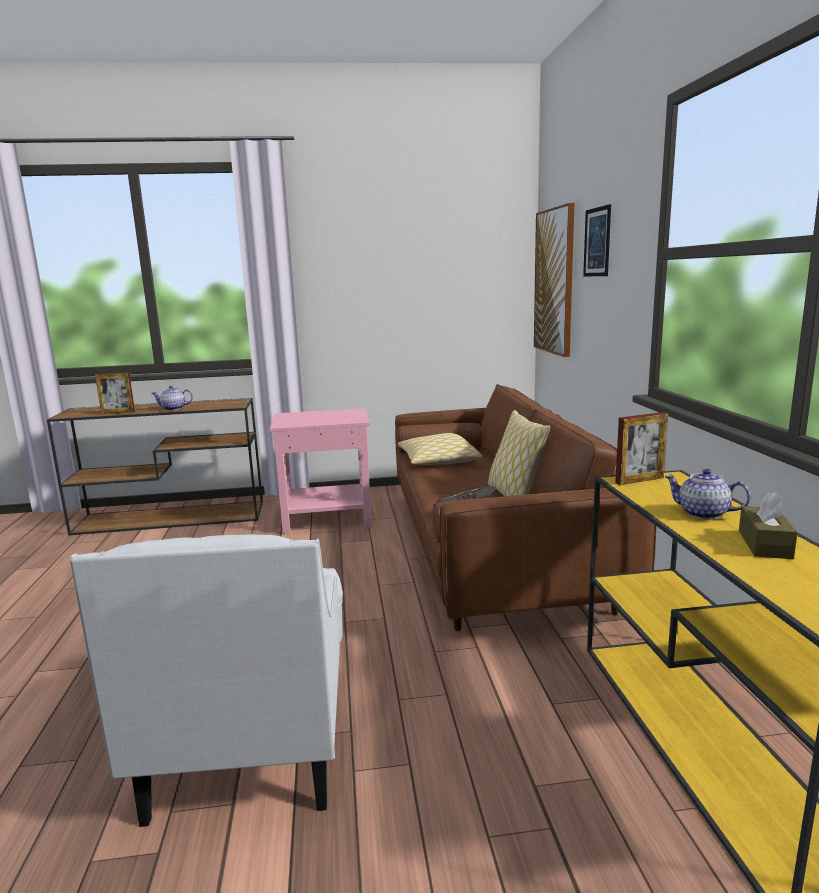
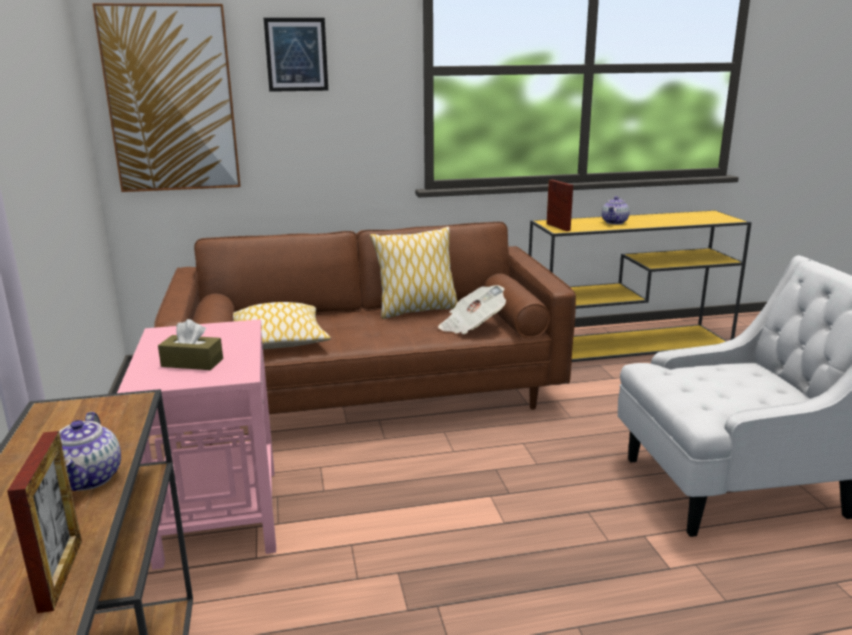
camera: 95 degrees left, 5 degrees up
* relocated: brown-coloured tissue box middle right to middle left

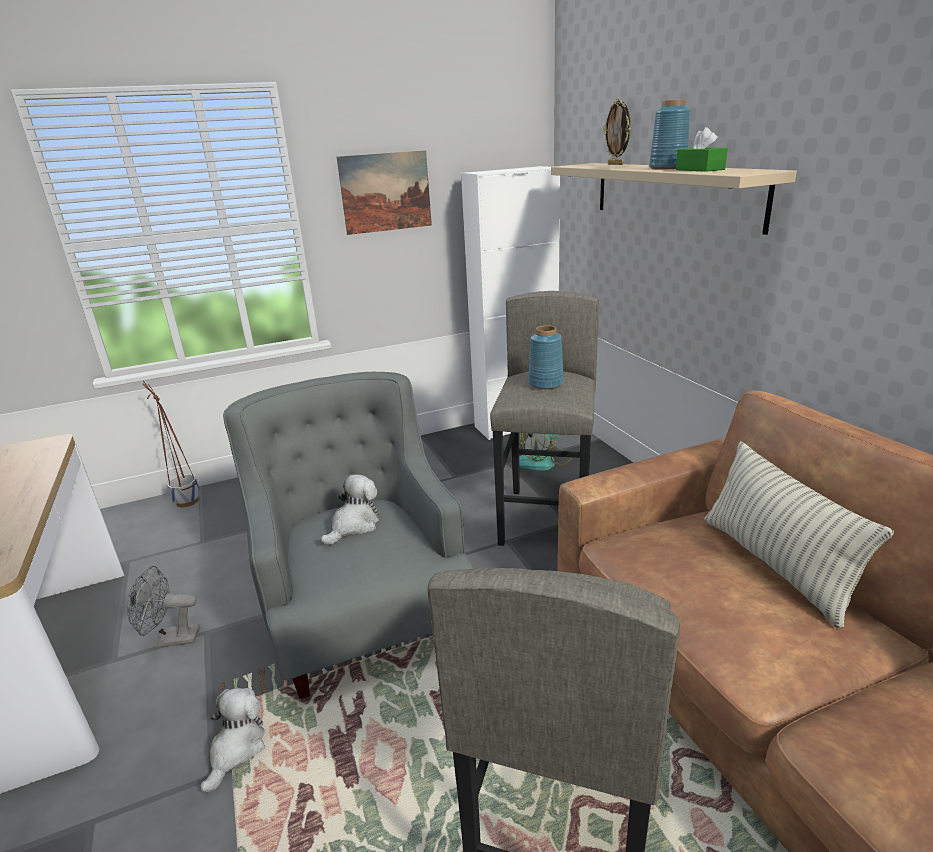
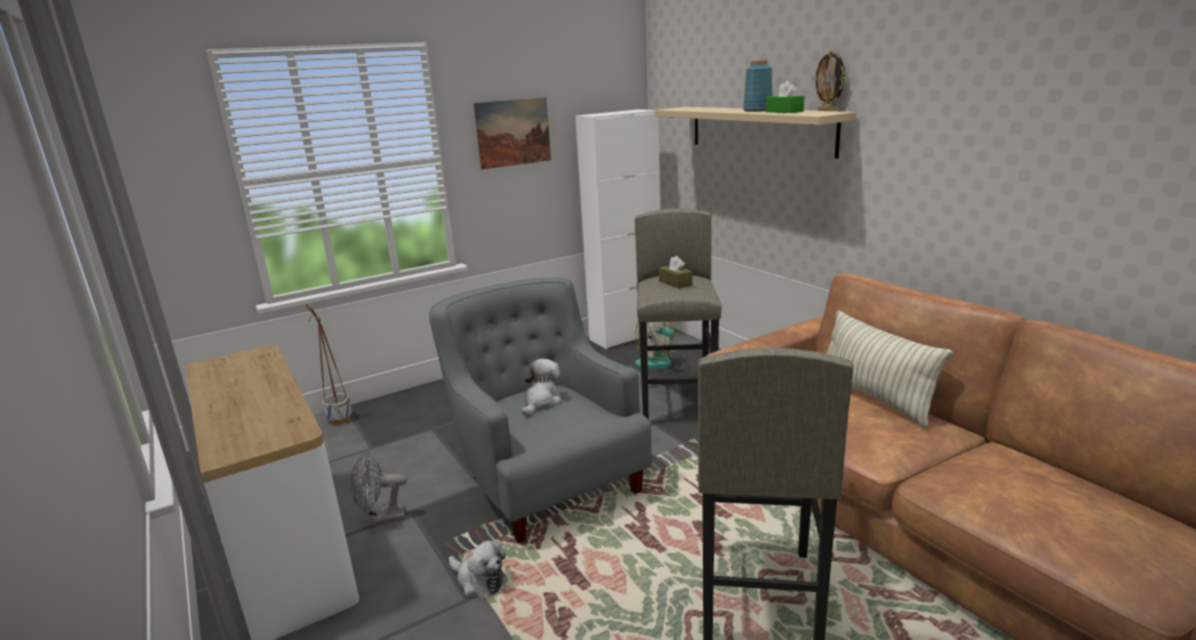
camera: 10 degrees left, 5 degrees down
* relocated: photo frame top centre to top right
* exchanged: blue-coloured vase (no. 1 from left) centre to brown-coloured tissue box centre
* spun: soft toy (no. 1 from left) bottom left = bottom centre 120 degrees clockwise

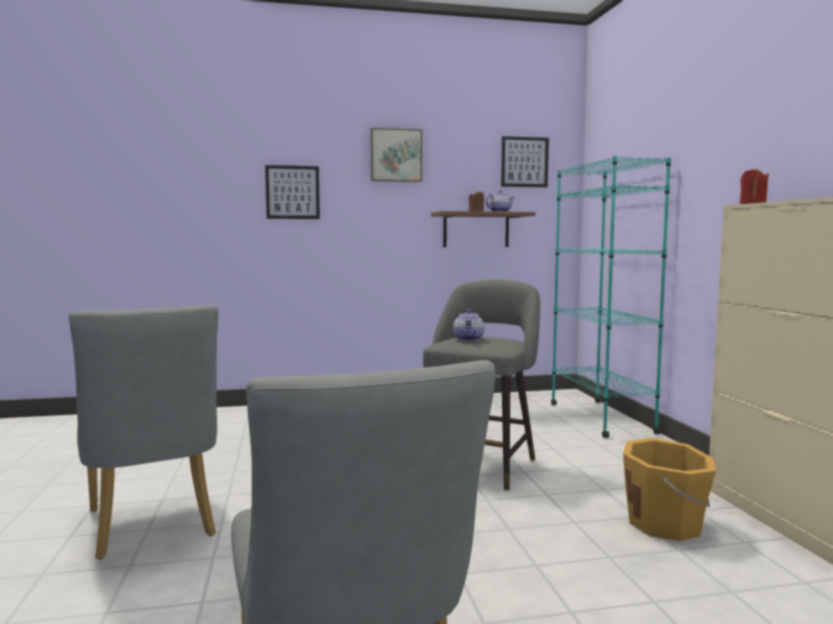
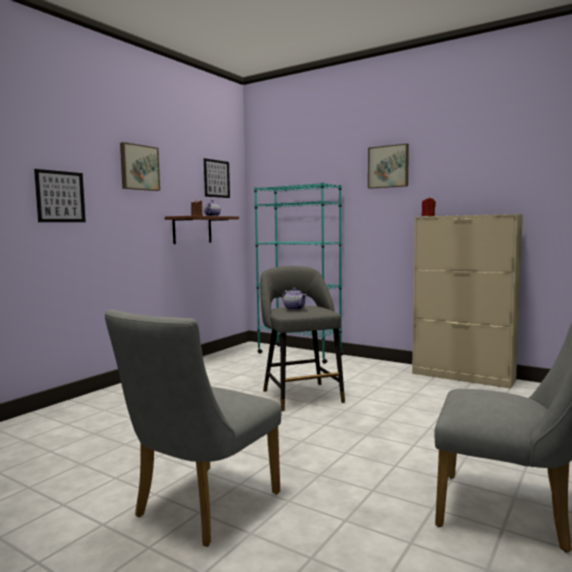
camera: 45 degrees left, 0 degrees up
* spun: gray plain chair (no. 1 from left) bottom left = bottom centre 105 degrees clockwise
* missing: orange-coloured bucket bottom right
* appeared: wall art (no. 4 from left) top right

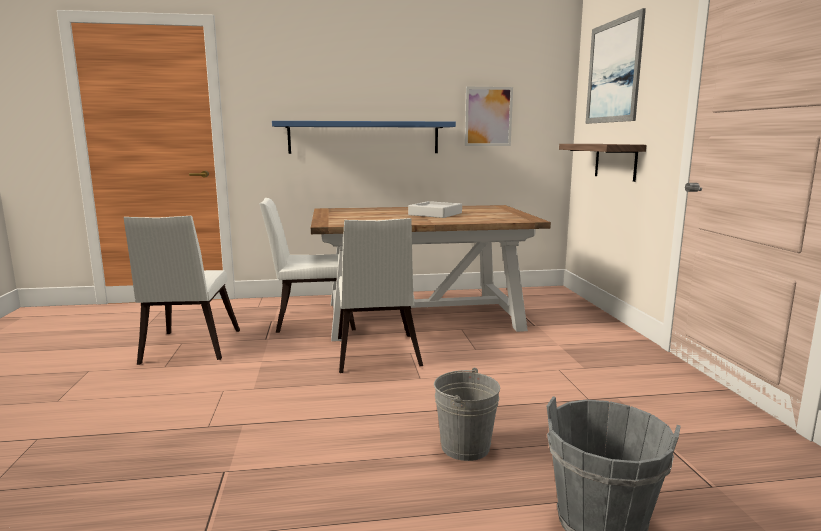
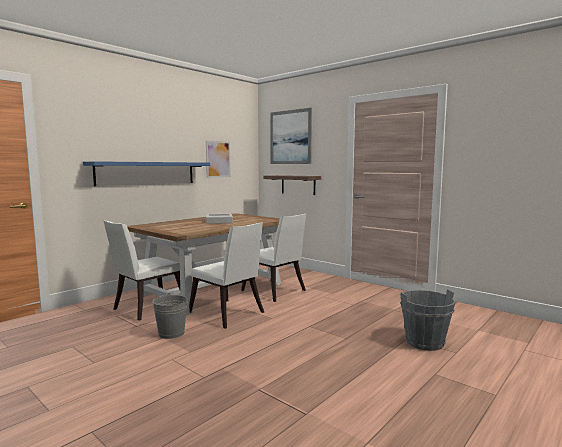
camera: 40 degrees left, 5 degrees down
* relocated: white-coloured plain chair (no. 1 from left in the first image) middle left to white-coloured plain chair (no. 3 from left) centre
* relocated: gray bucket (no. 1 from left) bottom centre to bottom left

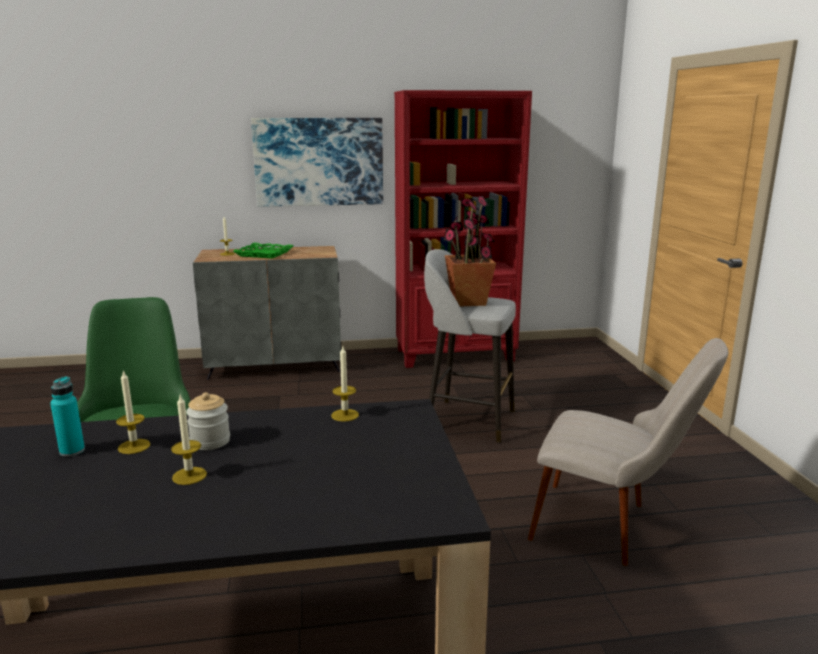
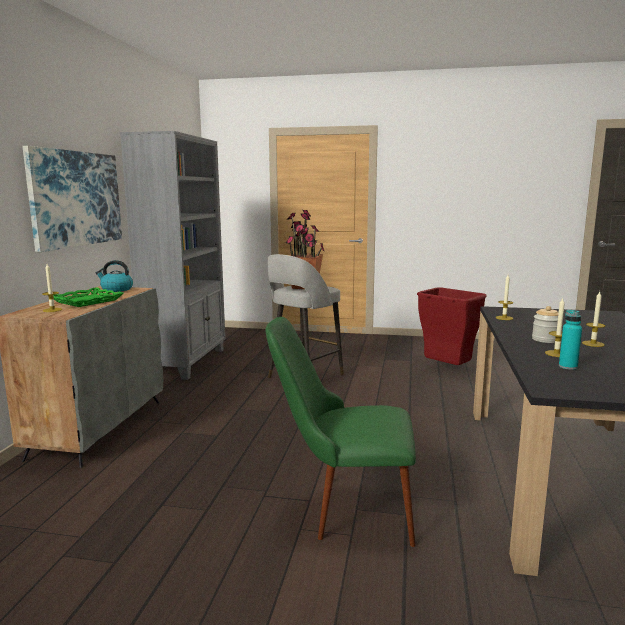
camera: 70 degrees left, 5 degrees down
* colour: red bookcase centre to gray bookcase middle left
* exchanged: beige plain chair bottom right to red waste bin middle right
* appeared: water kettle middle left

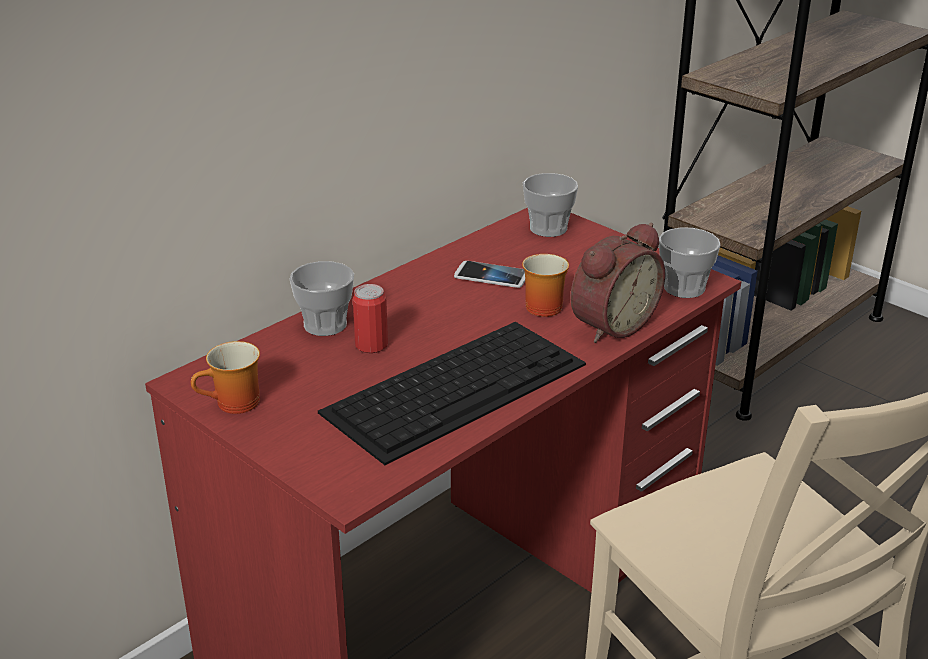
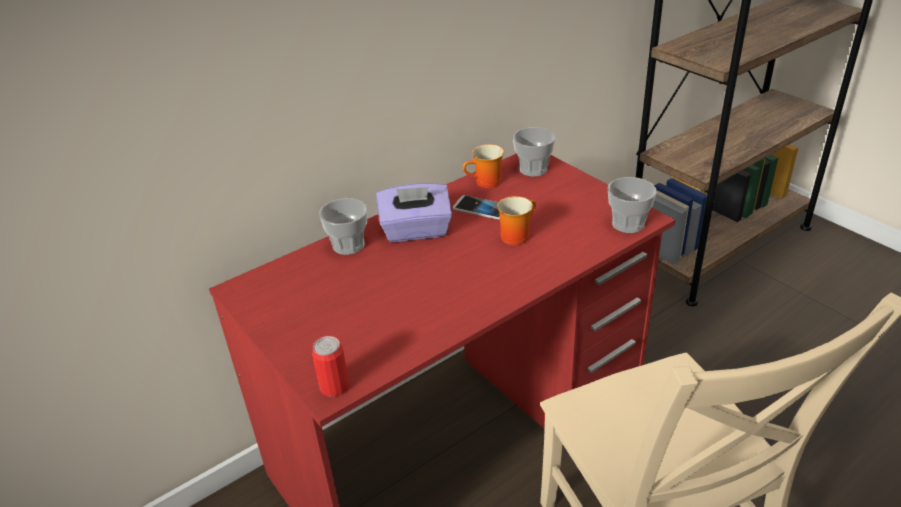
camera: 10 degrees right, 5 degrees up
* missing: table clock centre
* relocated: can centre to bottom centre
* missing: computer keyboard centre
* relocated: coffee mug (no. 1 from left) middle left to top centre
* appeared: purple tissue box centre

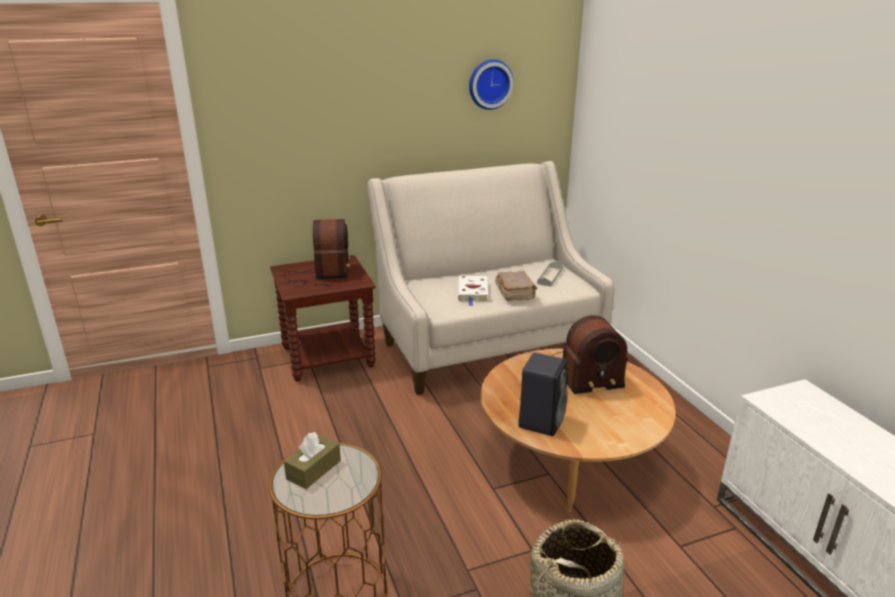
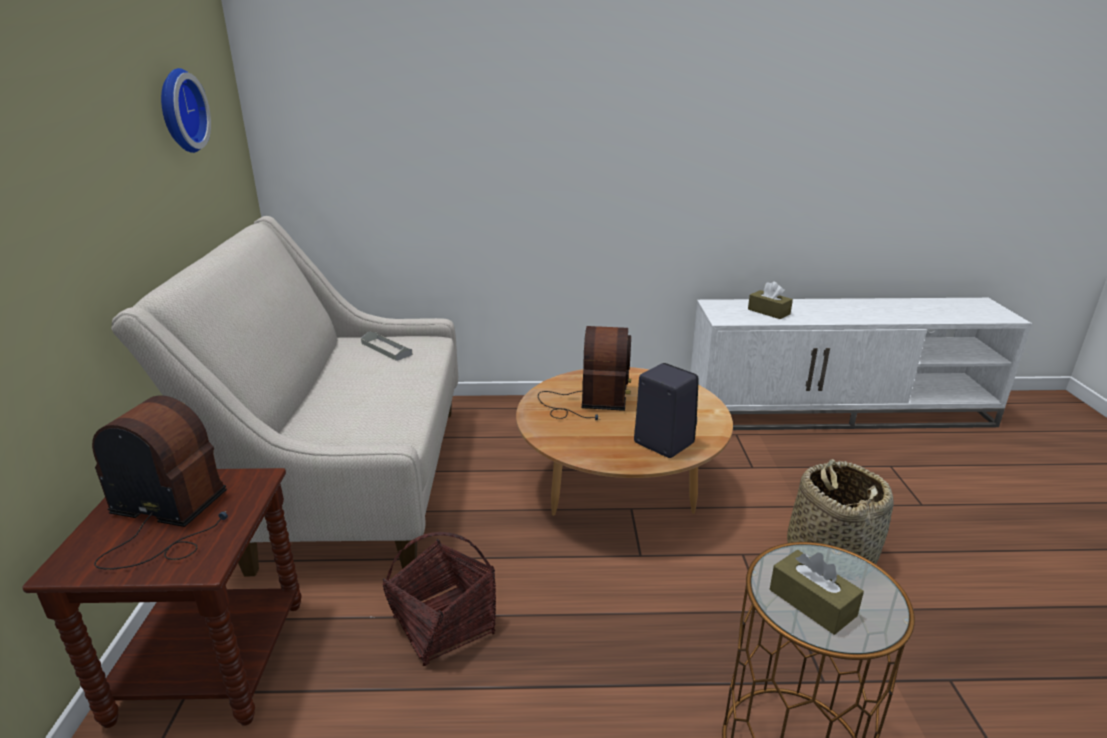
camera: 70 degrees left, 0 degrees up
* missing: brown-coloured bound book centre
* missing: white-coloured bound book centre
* appeared: brown-coloured tissue box (no. 1 from left) middle right
* appeared: household basket (no. 1 from left) bottom centre

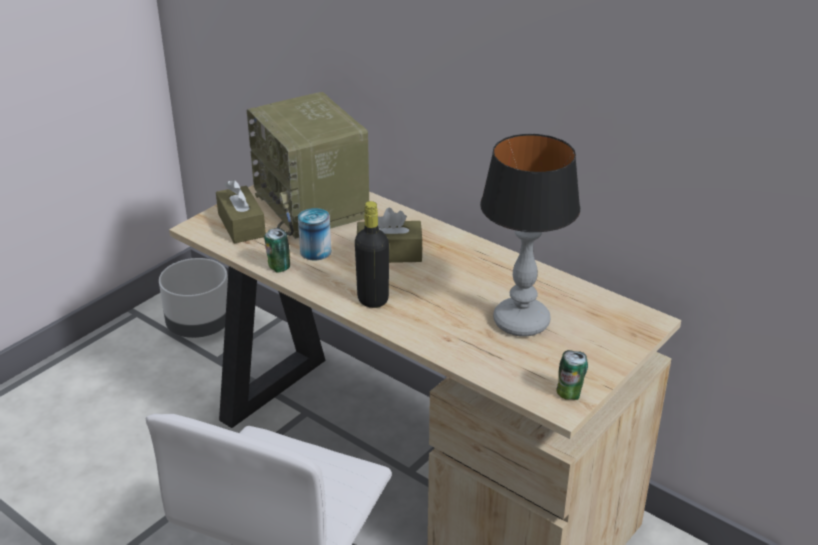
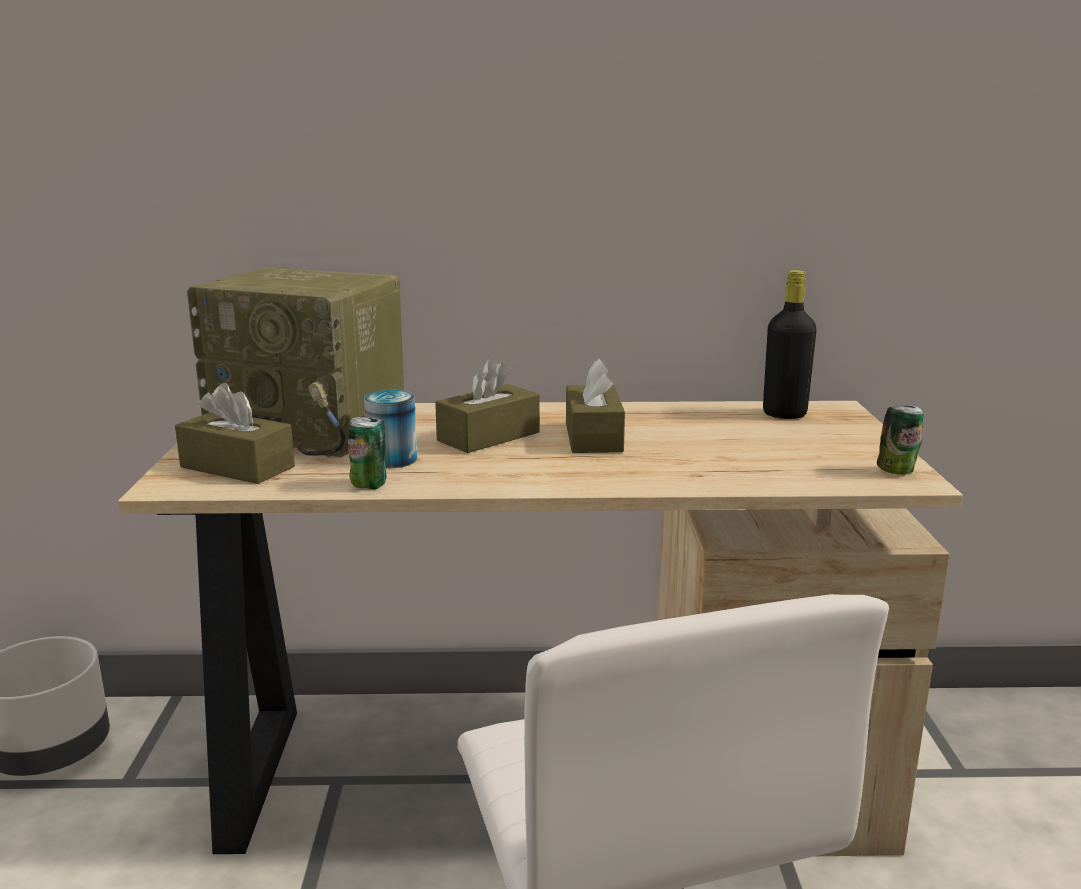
camera: 40 degrees left, 15 degrees down
* missing: tabletop lamp centre
* relocated: blackish beverage bottle centre to middle right
* appeared: brown-coloured tissue box (no. 3 from left) centre

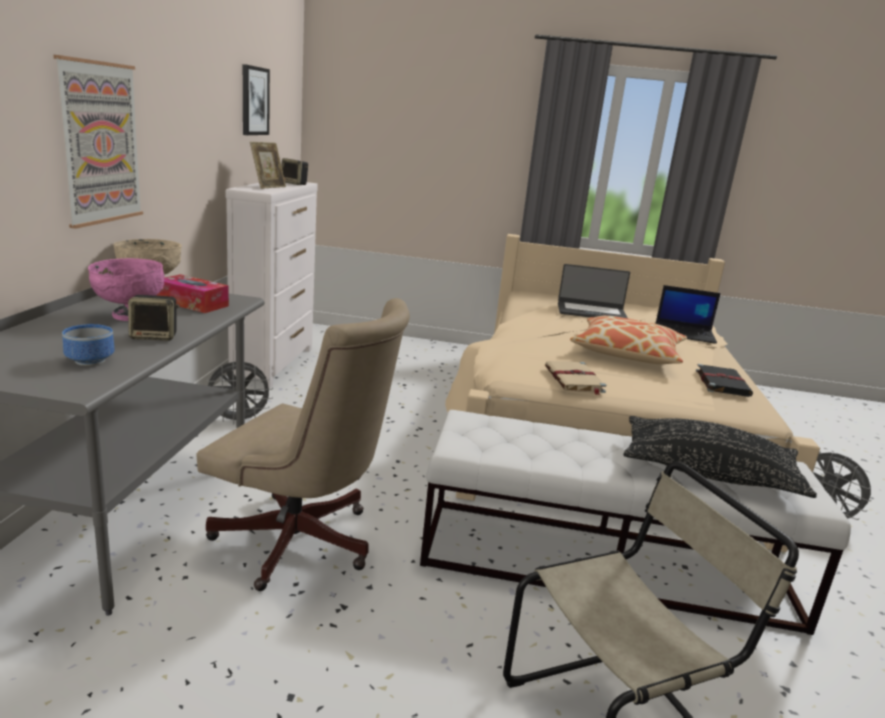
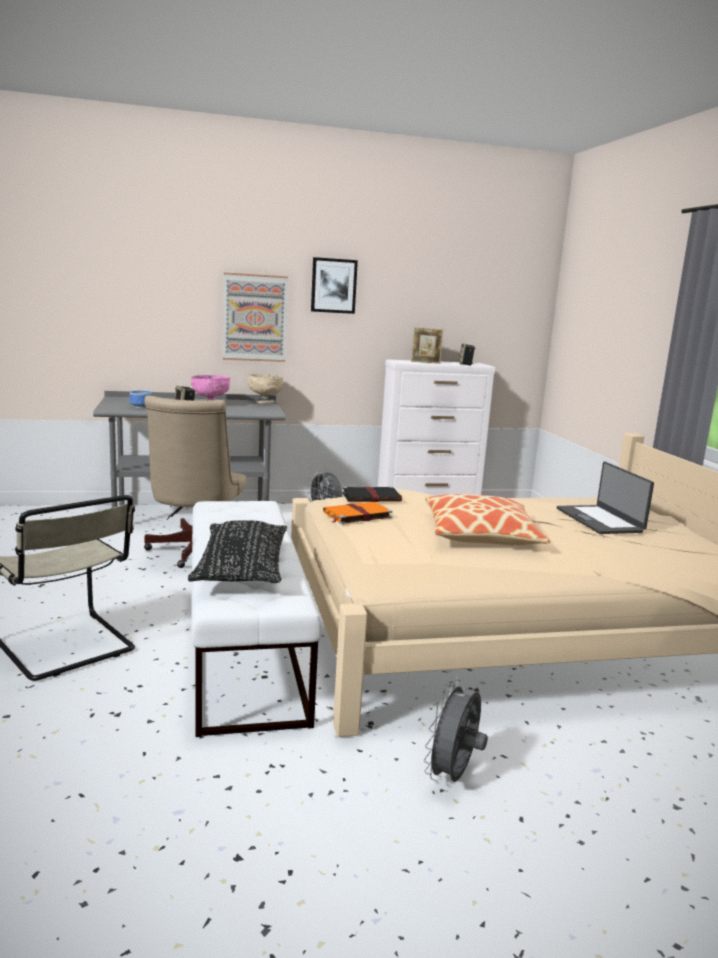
camera: 70 degrees right, 5 degrees down
* relocated: wall art (no. 2 from left) top left to top centre
* missing: tissue box middle left
* missing: laptop (no. 2 from left) middle right
* colour: beige bound book centre to orange-coloured bound book centre
* relocated: blackish bound book middle right to centre

